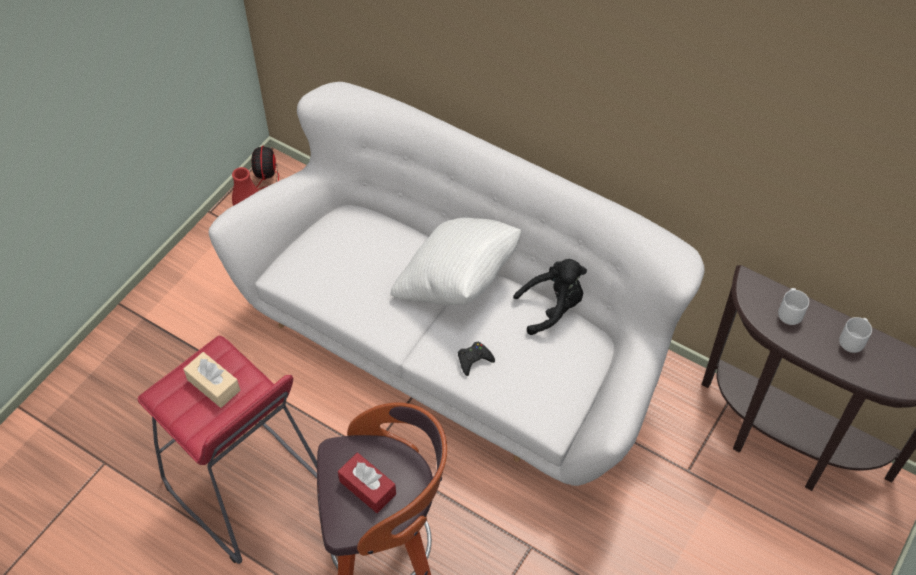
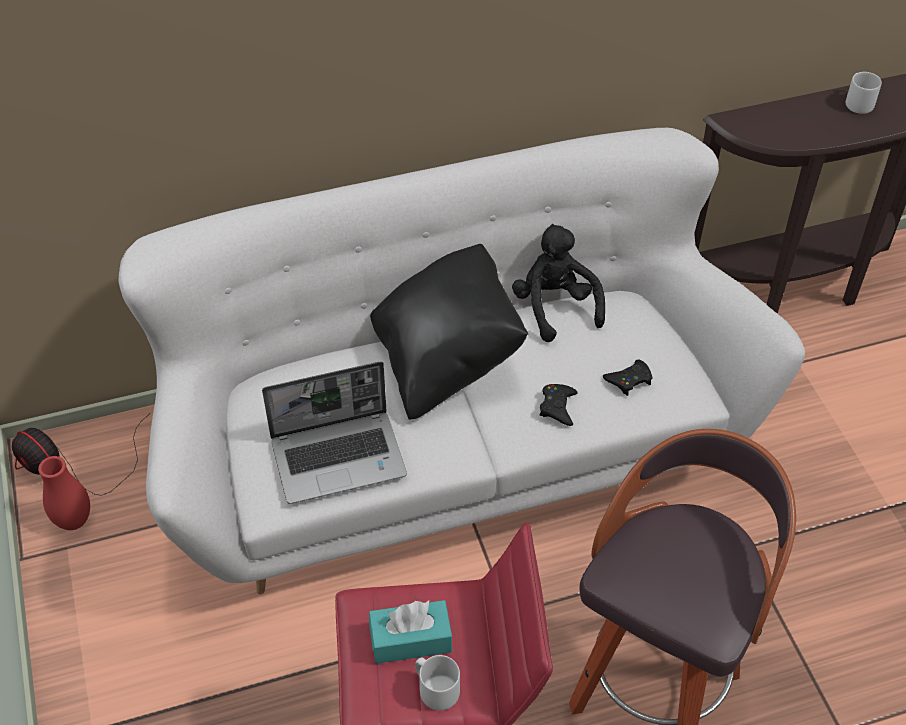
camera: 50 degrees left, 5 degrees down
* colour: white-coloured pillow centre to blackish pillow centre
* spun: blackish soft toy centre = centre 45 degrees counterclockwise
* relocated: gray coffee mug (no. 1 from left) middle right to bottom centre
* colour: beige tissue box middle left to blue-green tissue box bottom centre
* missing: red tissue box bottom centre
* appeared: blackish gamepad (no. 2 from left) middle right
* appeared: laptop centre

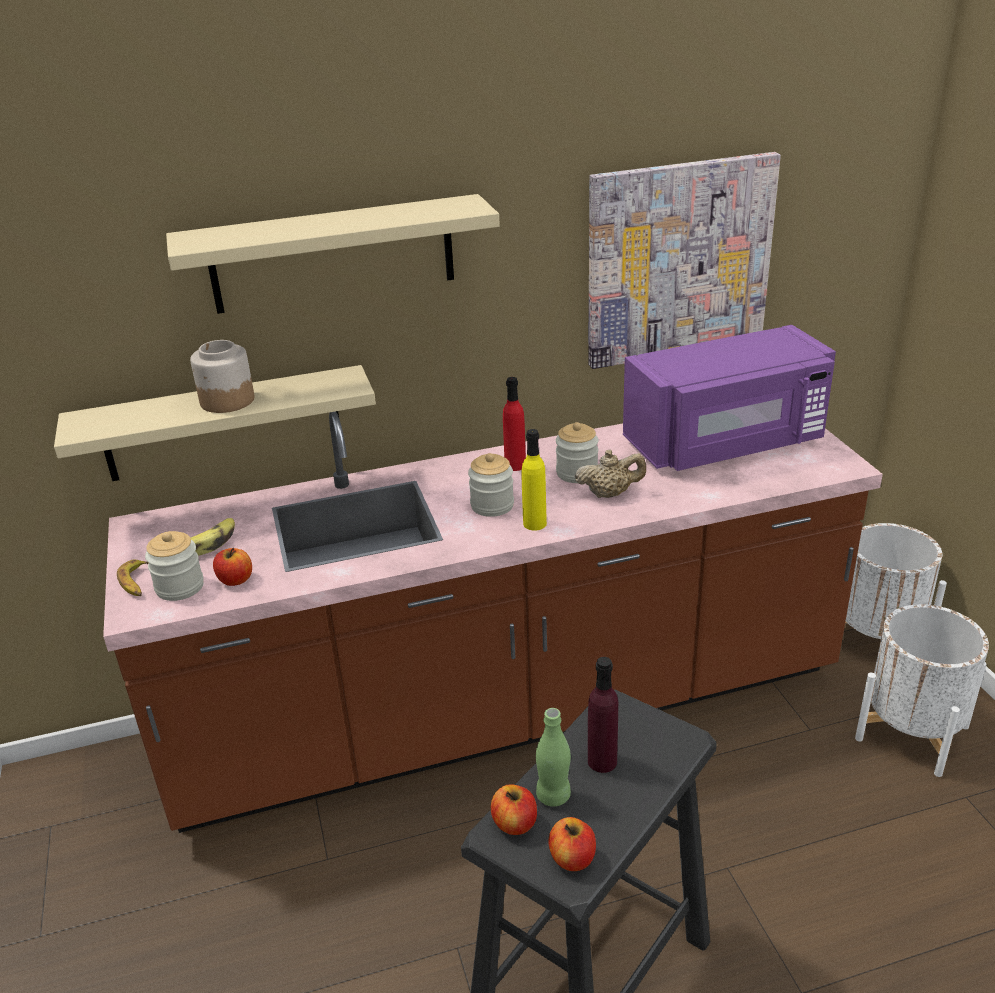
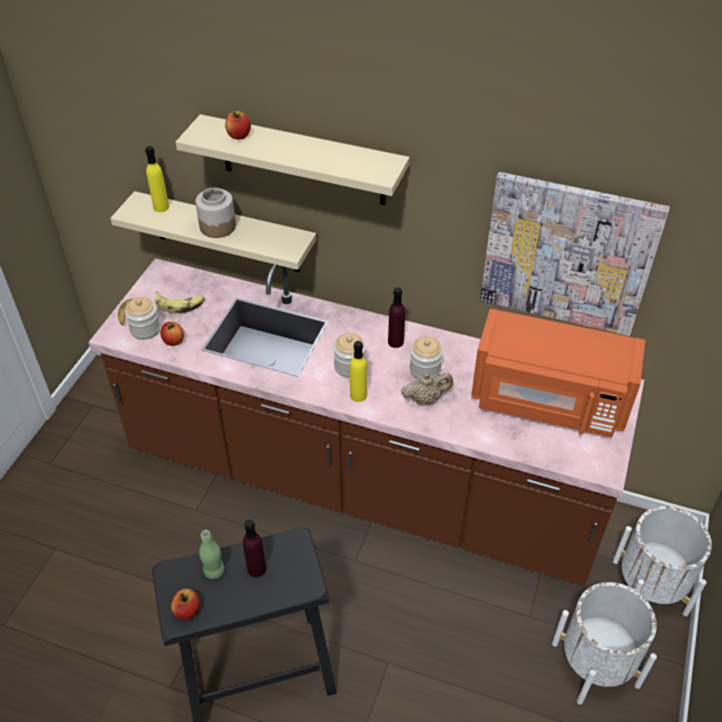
camera: 35 degrees right, 15 degrees up
* colour: purple microwave middle right to orange-coloured microwave middle right
* colour: red beverage bottle centre to purple beverage bottle (no. 2 from left) centre
* spun: beige teapot centre = centre 45 degrees counterclockwise
* relocated: apple fruit (no. 2 from left in the first image) bottom centre to apple fruit (no. 3 from left) top left
* appeared: yellow-coloured beverage bottle (no. 1 from left) top left

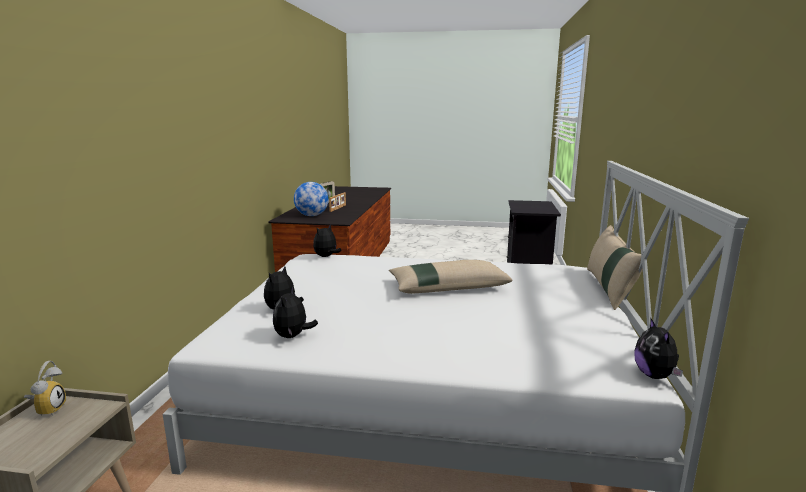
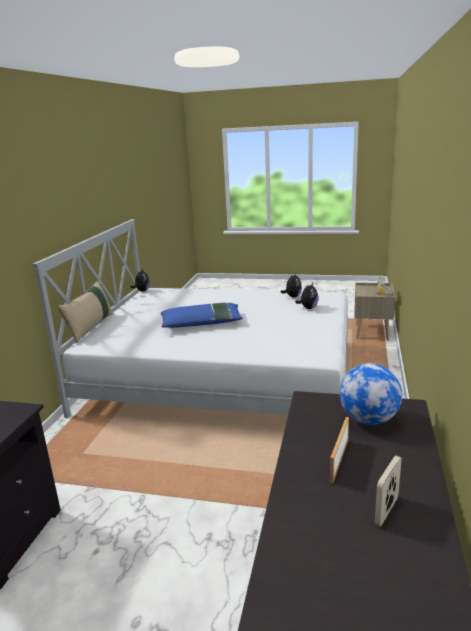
camera: 175 degrees left, 5 degrees up
* missing: soft toy (no. 3 from left) centre
* colour: beige pillow (no. 1 from left) centre to blue-coloured pillow centre

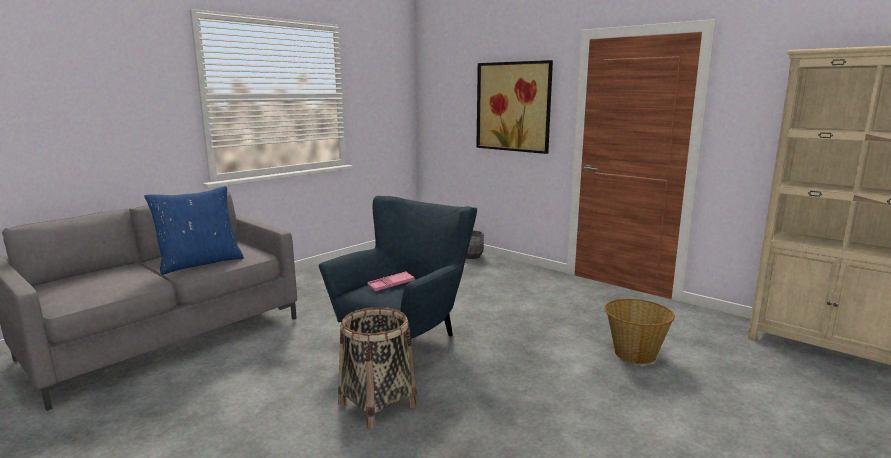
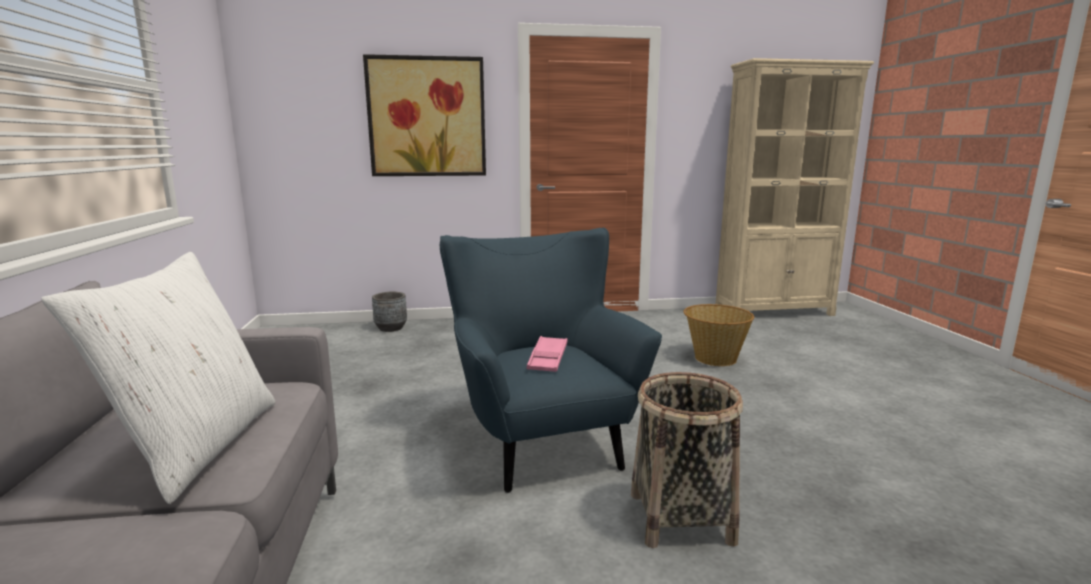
camera: 50 degrees left, 0 degrees up
* colour: blue-coloured pillow middle left to white-coloured pillow middle left

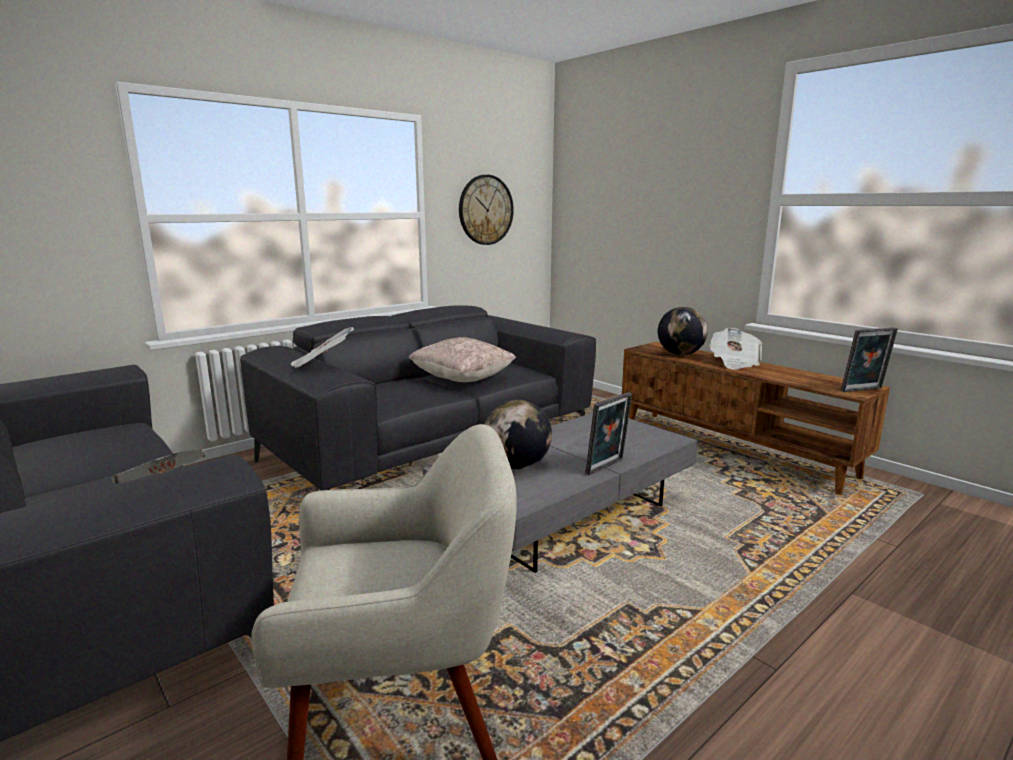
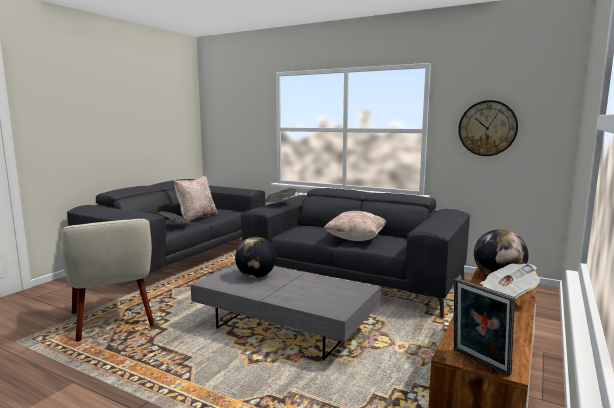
camera: 70 degrees right, 5 degrees down
* missing: photo frame (no. 1 from left) centre
* appeared: beige pillow (no. 1 from left) middle left

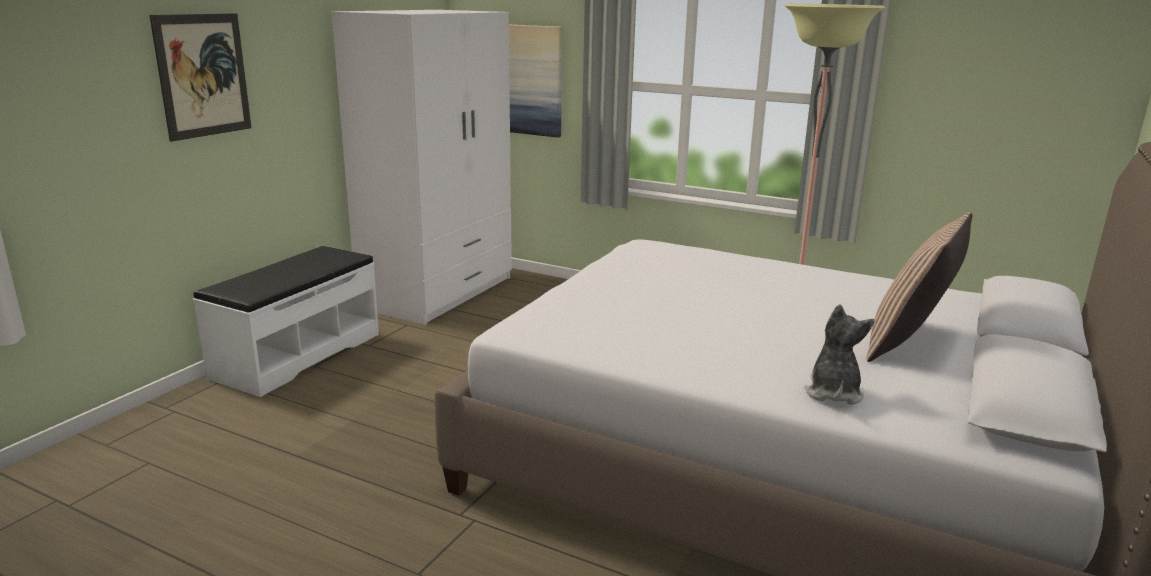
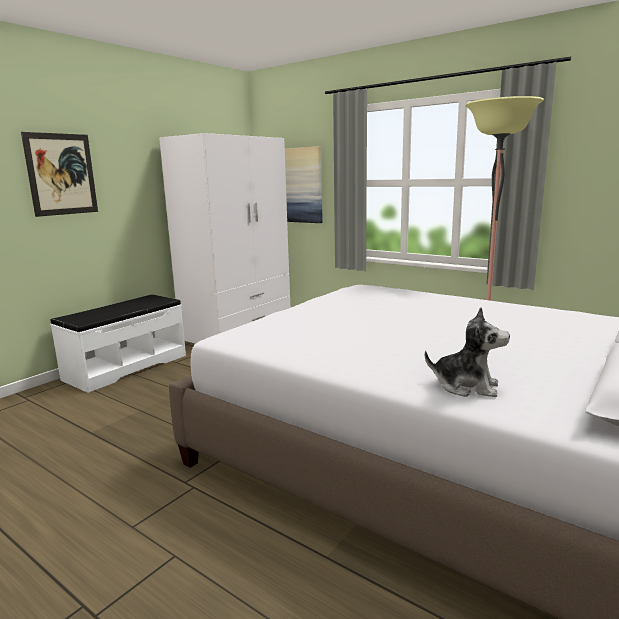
camera: 10 degrees right, 5 degrees down
* missing: pillow middle right
* spun: soft toy middle right = middle right 90 degrees clockwise

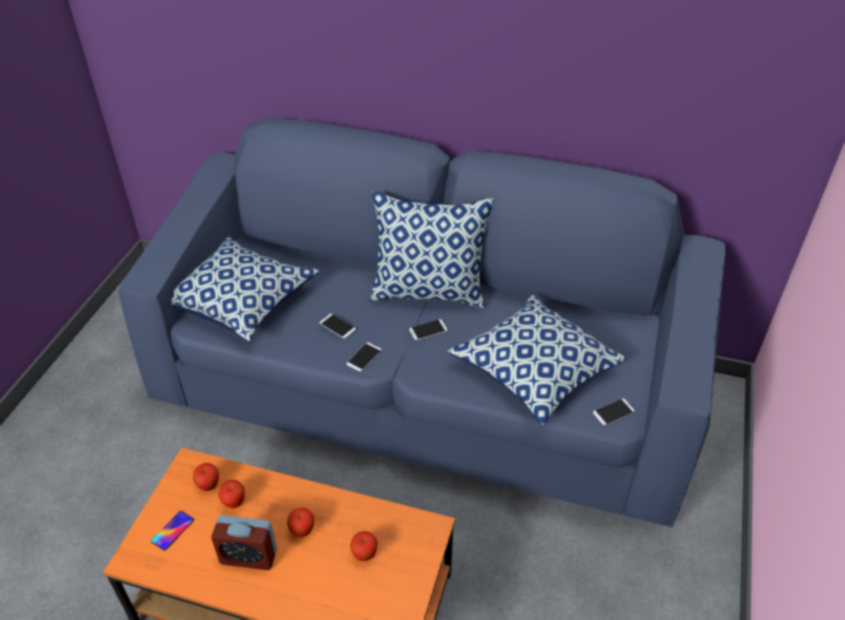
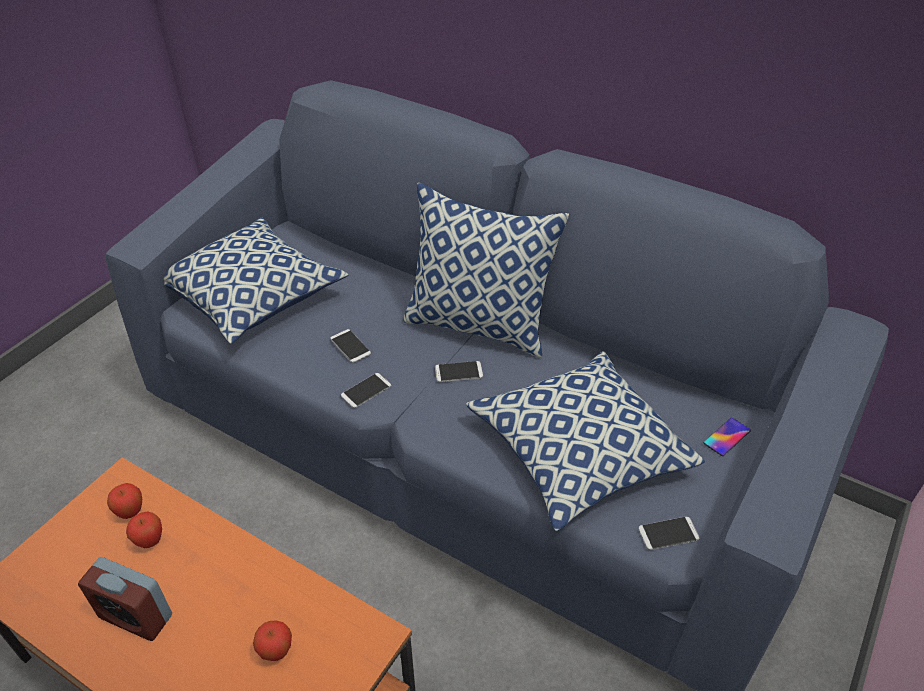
camera: 15 degrees right, 0 degrees up
* missing: apple fruit (no. 3 from left) bottom centre
* relocated: handset (no. 1 from left in the first image) bottom left to handset (no. 5 from left) middle right

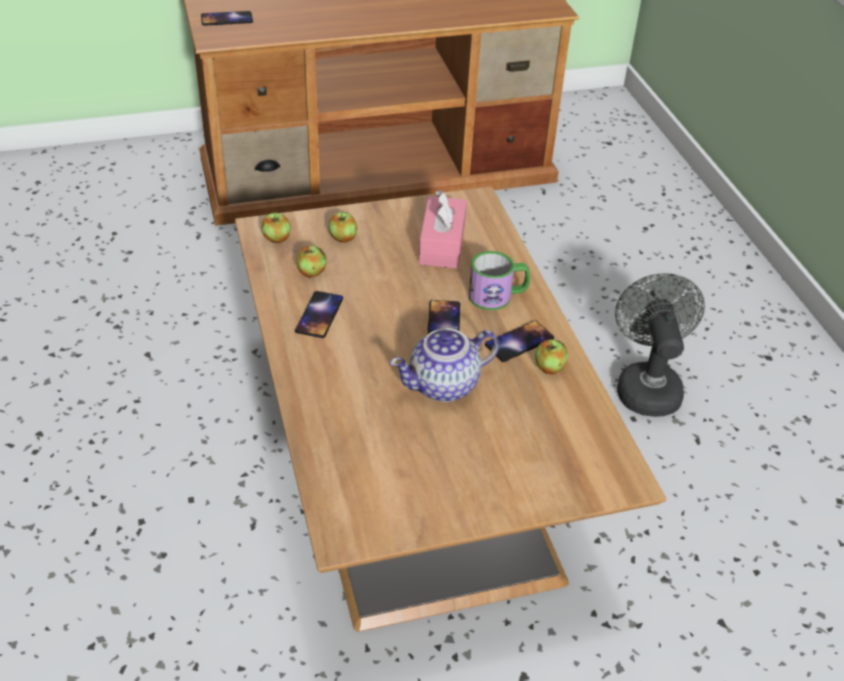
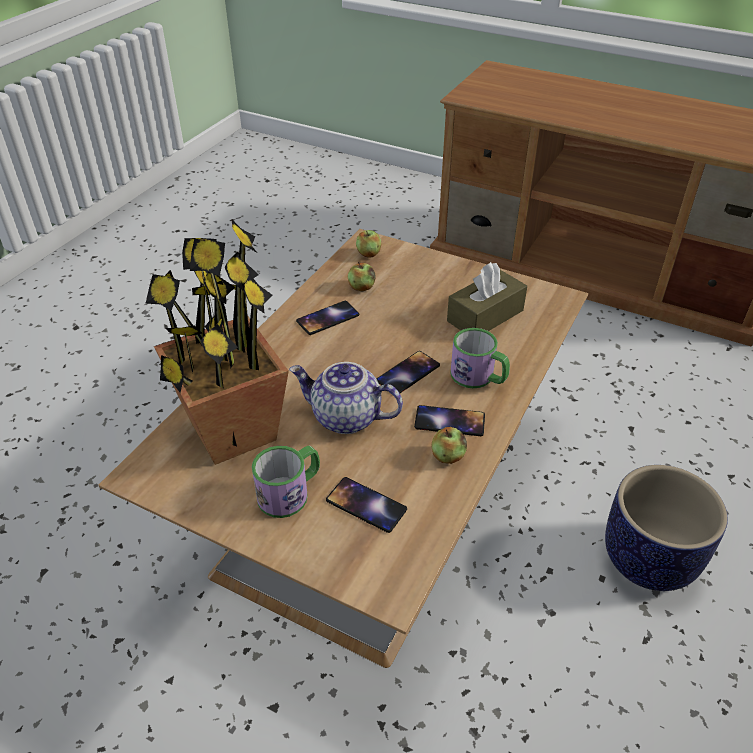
camera: 45 degrees right, 0 degrees up
* relocated: handset (no. 1 from left in the first image) top left to handset (no. 2 from left) bottom centre
* colour: pinkish tissue box centre to brown-coloured tissue box centre
* missing: apple fruit (no. 3 from left) centre
* exchanged: gray cooling fan middle right to flower pot bottom right
* appeared: houseplant middle left
* appeared: coffee mug (no. 1 from left) centre

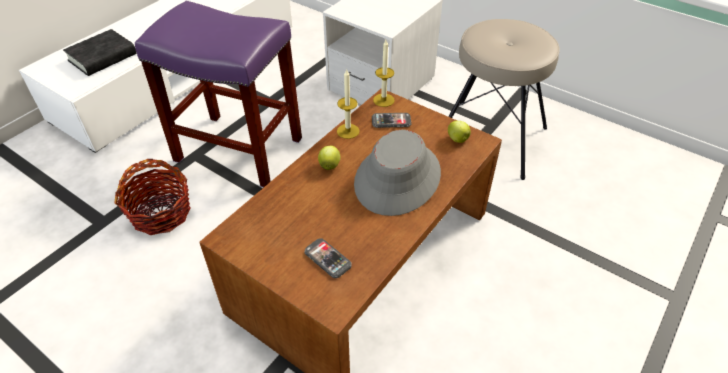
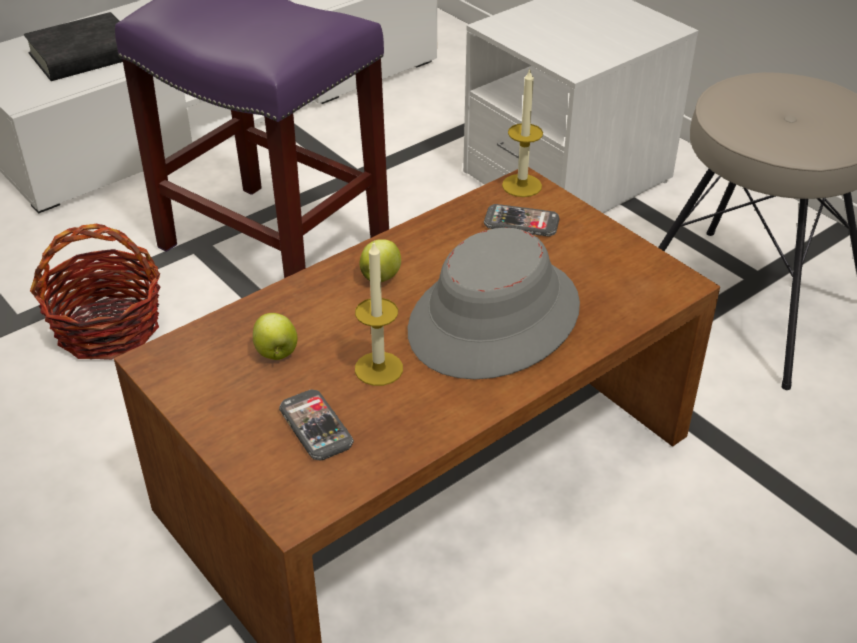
camera: 15 degrees right, 5 degrees down
* relocated: wax candle (no. 1 from left) top centre to centre
* relocated: apple fruit (no. 2 from left in the first image) centre to apple fruit (no. 1 from left) middle left

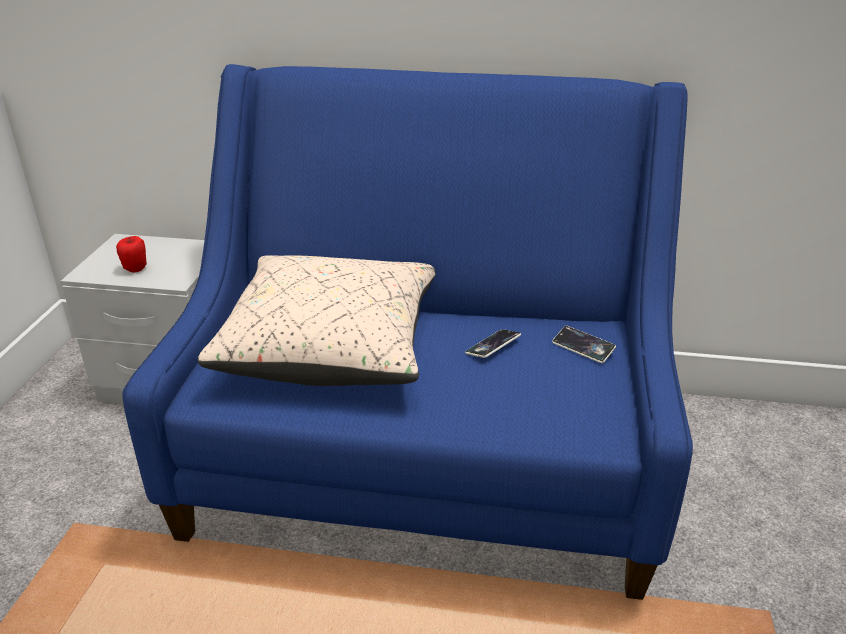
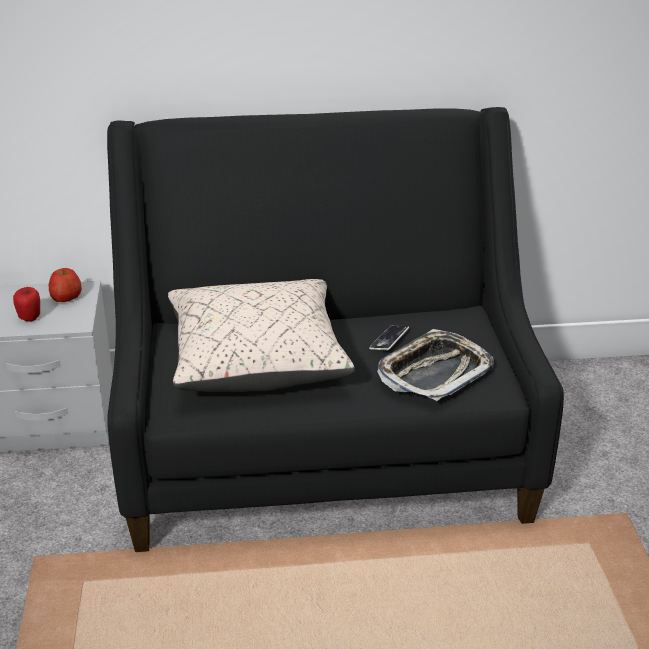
camera: 15 degrees left, 0 degrees up
* colour: blue-coloured settee centre to blackish settee centre
* missing: handset (no. 2 from left) middle right
* appeared: apple fruit (no. 2 from left) middle left
* appeared: tray middle right

